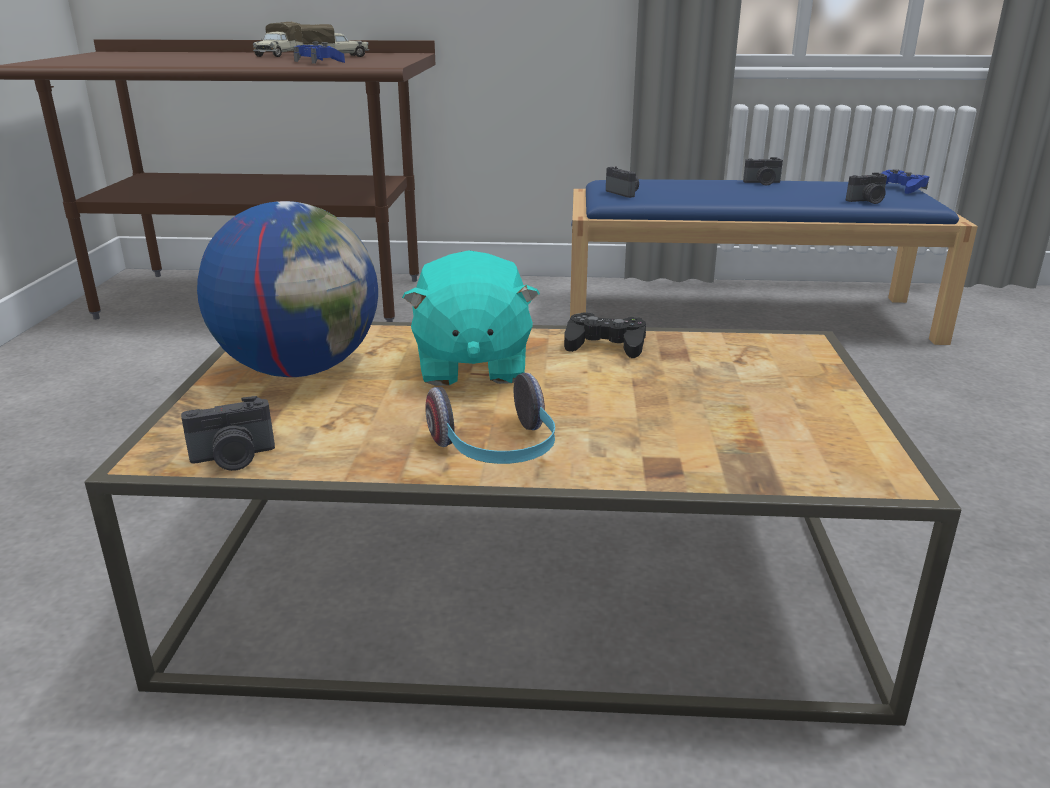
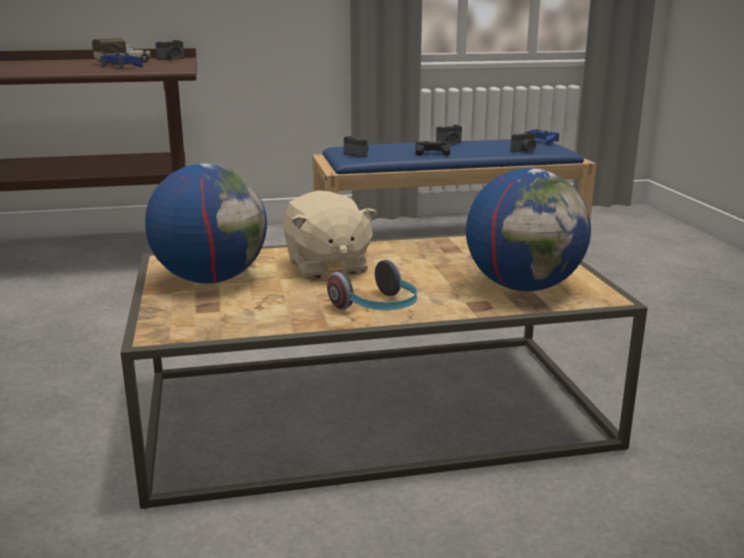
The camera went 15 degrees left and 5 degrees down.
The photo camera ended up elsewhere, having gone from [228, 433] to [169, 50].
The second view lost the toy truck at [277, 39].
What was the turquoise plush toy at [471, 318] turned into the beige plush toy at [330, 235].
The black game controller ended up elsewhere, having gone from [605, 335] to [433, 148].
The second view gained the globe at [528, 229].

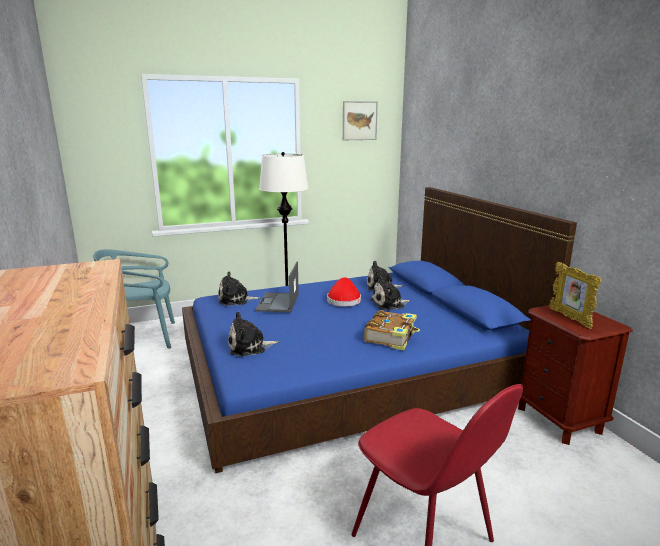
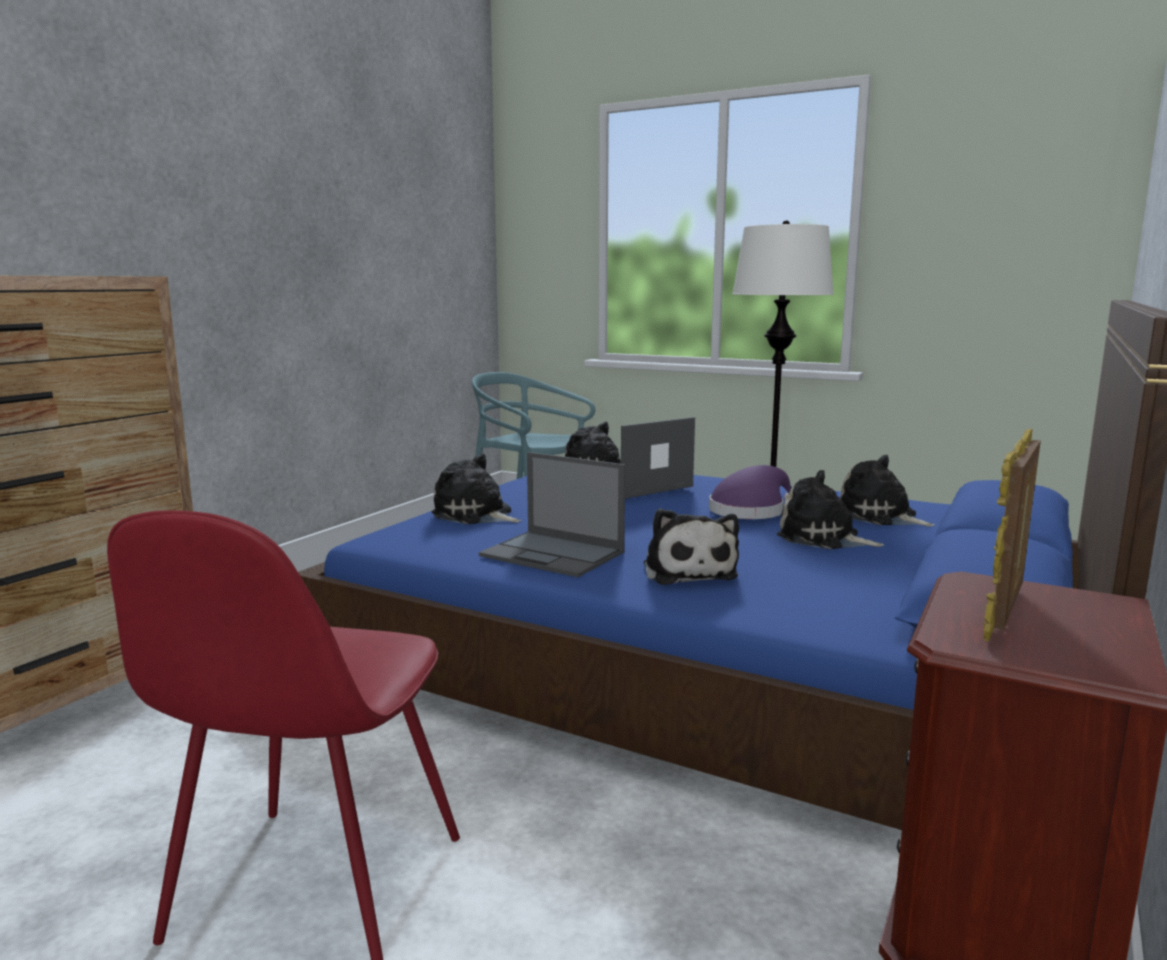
The camera went 50 degrees right and 5 degrees down.
What was the red hat at [344, 292] turned into the purple hat at [750, 492].
The second view lost the picture at [360, 120].
Where the book stood at [392, 330], the plush toy came to stand at [691, 546].
The second view gained the laptop at [552, 514].

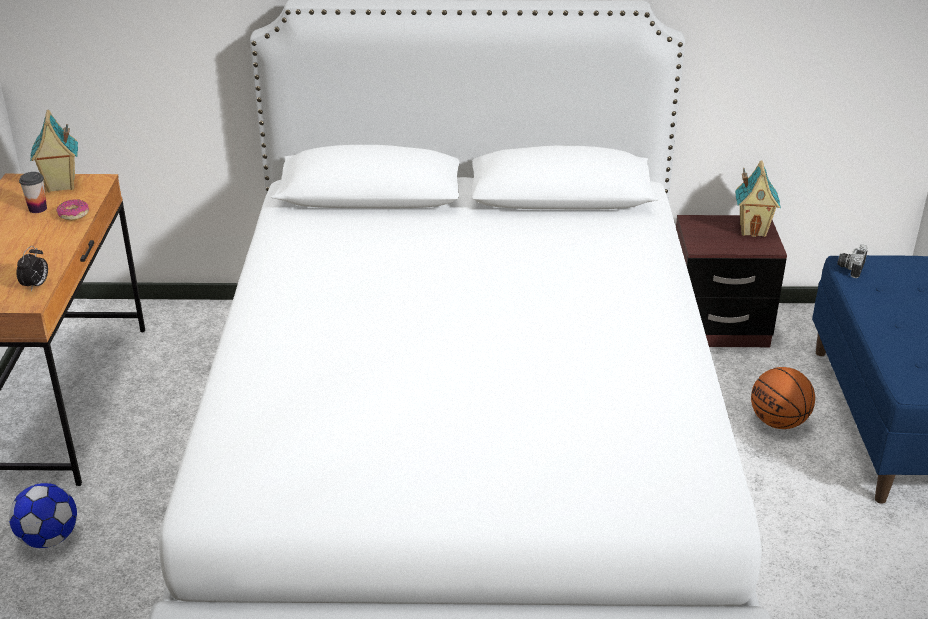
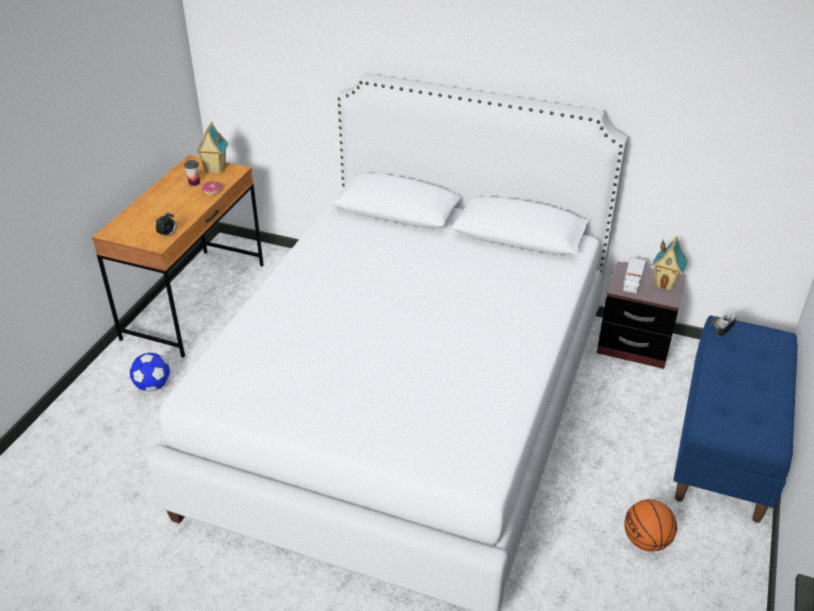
The camera went 20 degrees right and 5 degrees up.
The basketball ended up elsewhere, having gone from [783, 398] to [650, 525].
The second view gained the toy truck at [634, 275].

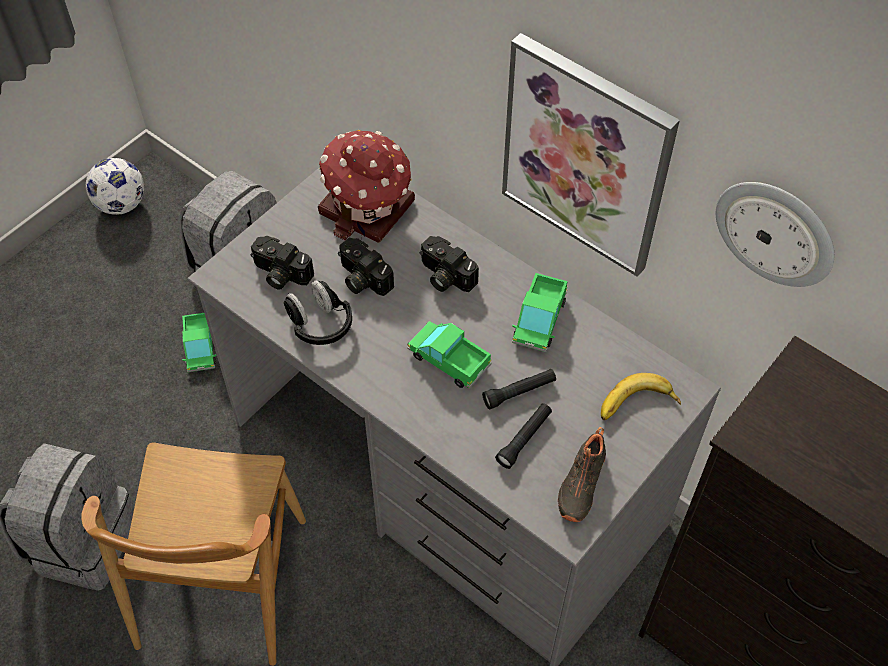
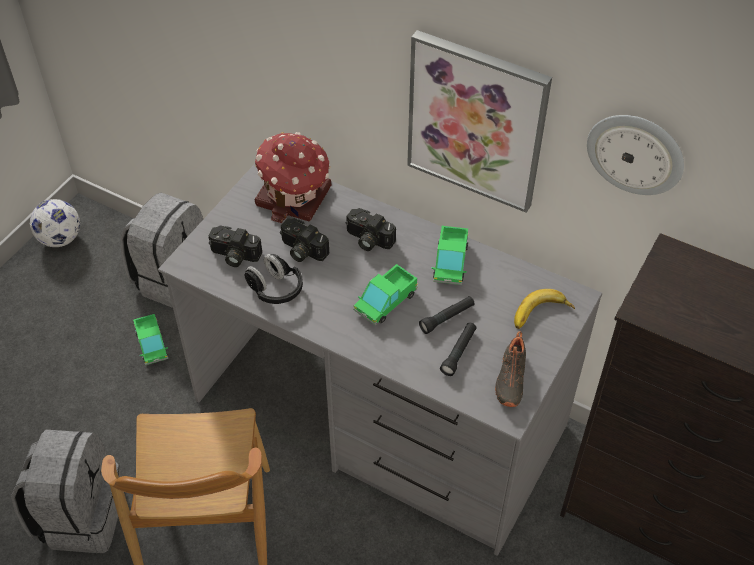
The camera went 10 degrees left and 5 degrees down.
The toy truck at [449, 355] ended up facing another way, 75 degrees counterclockwise from before.

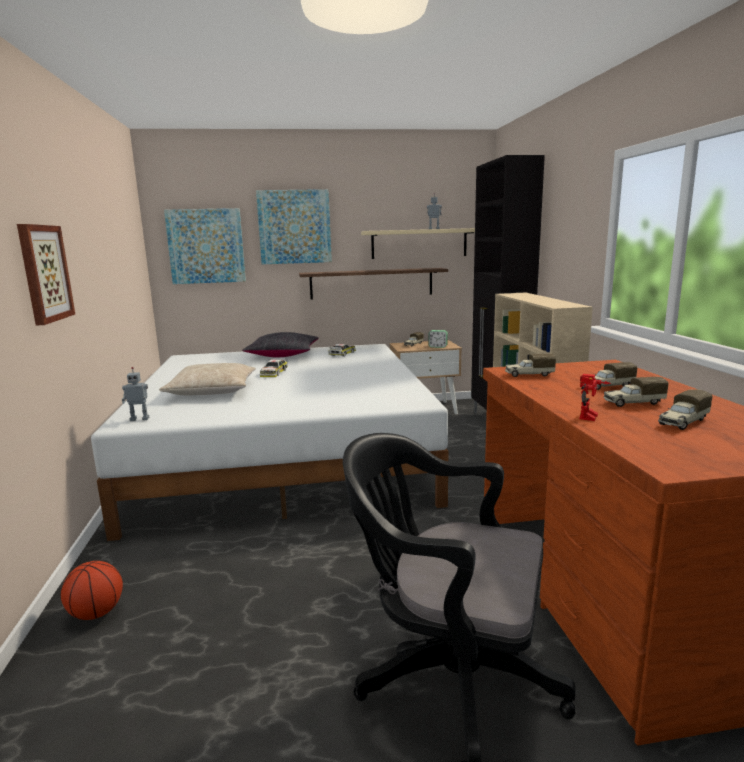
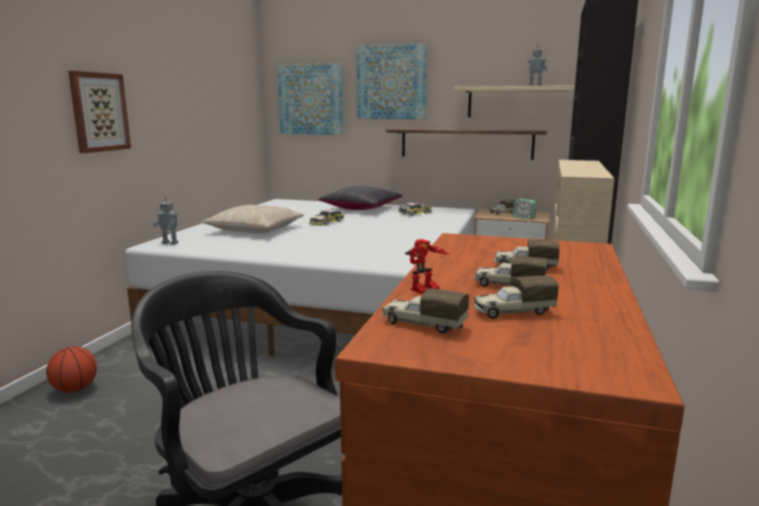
The camera went 25 degrees right and 0 degrees up.
The toy truck ended up elsewhere, having gone from [530, 365] to [425, 310].

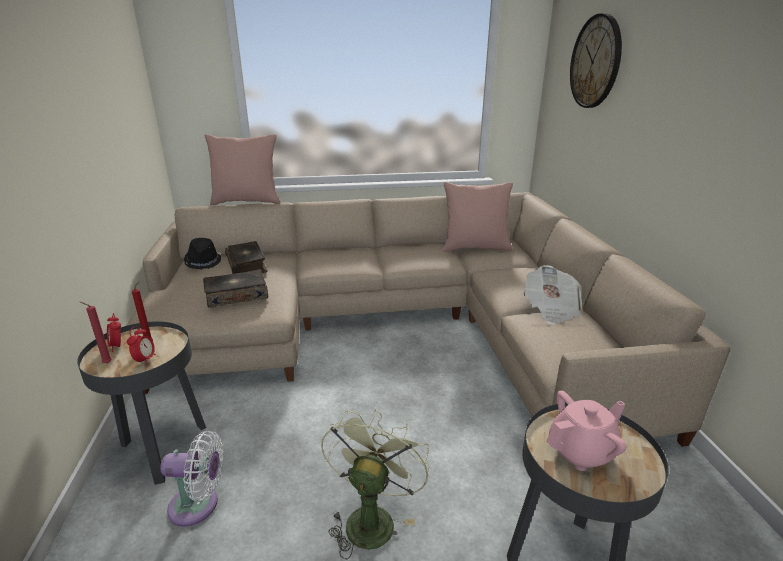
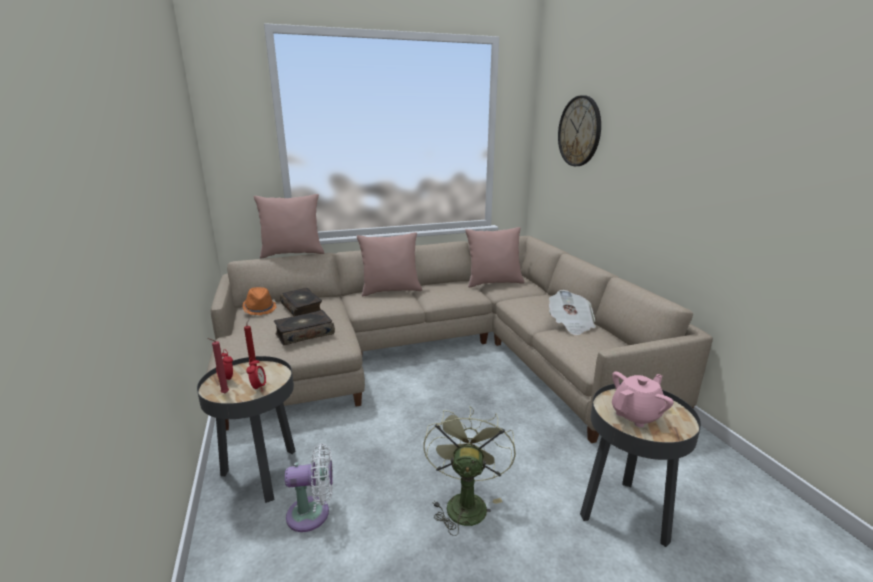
The camera went 10 degrees left and 5 degrees down.
What was the black hat at [202, 253] turned into the orange hat at [260, 301].
The second view gained the pink pillow at [389, 264].

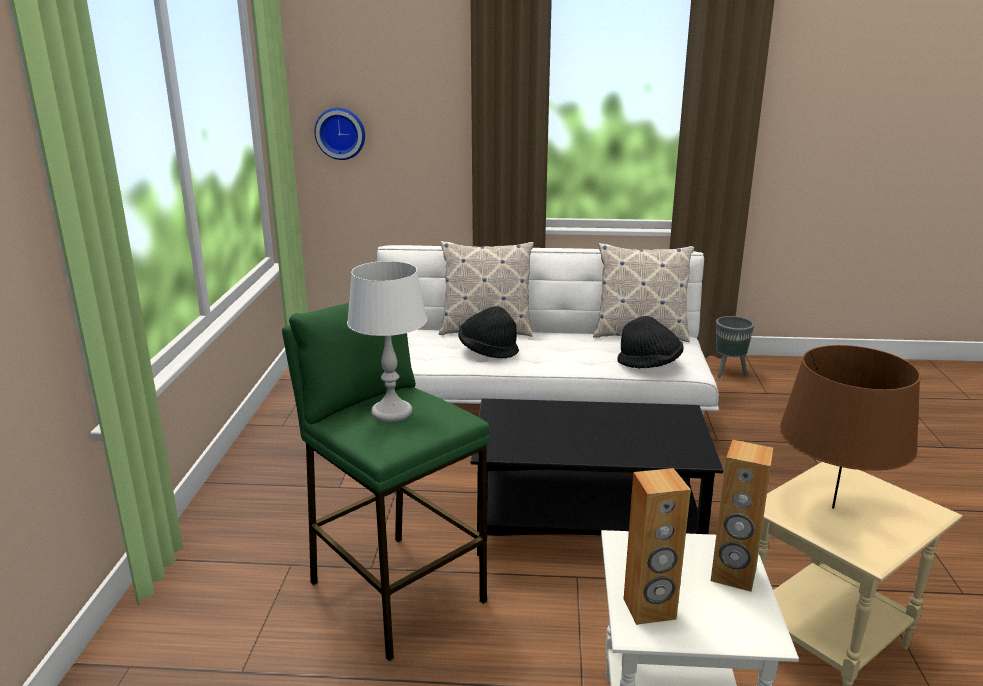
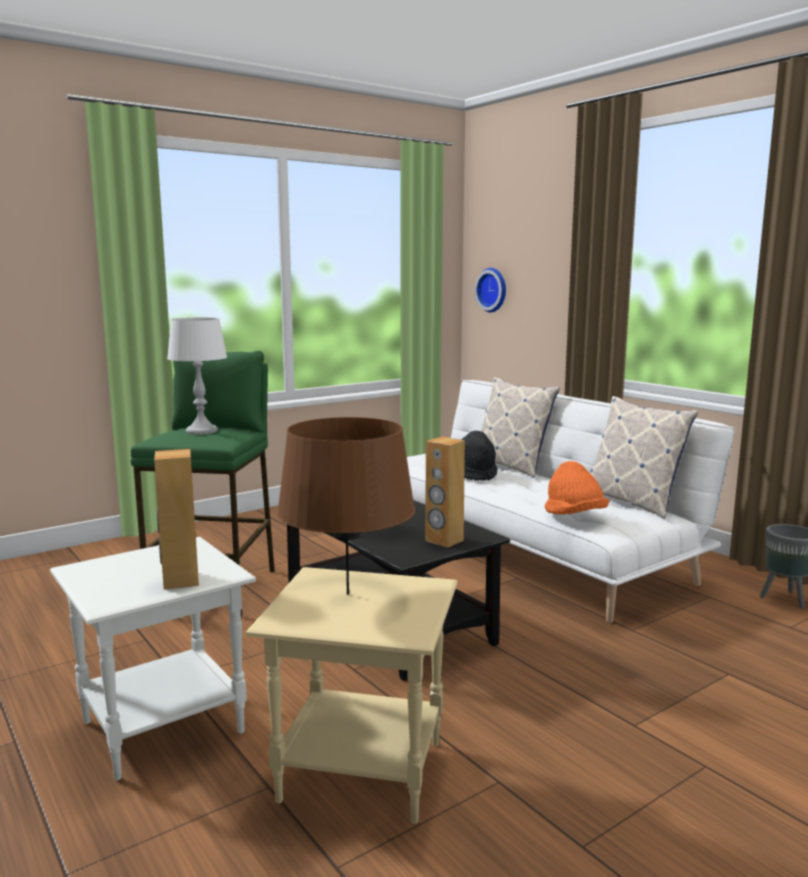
The camera went 50 degrees right and 10 degrees down.
What was the black hat at [650, 342] turned into the orange hat at [577, 488].
The brown speaker ended up elsewhere, having gone from [657, 546] to [445, 492].

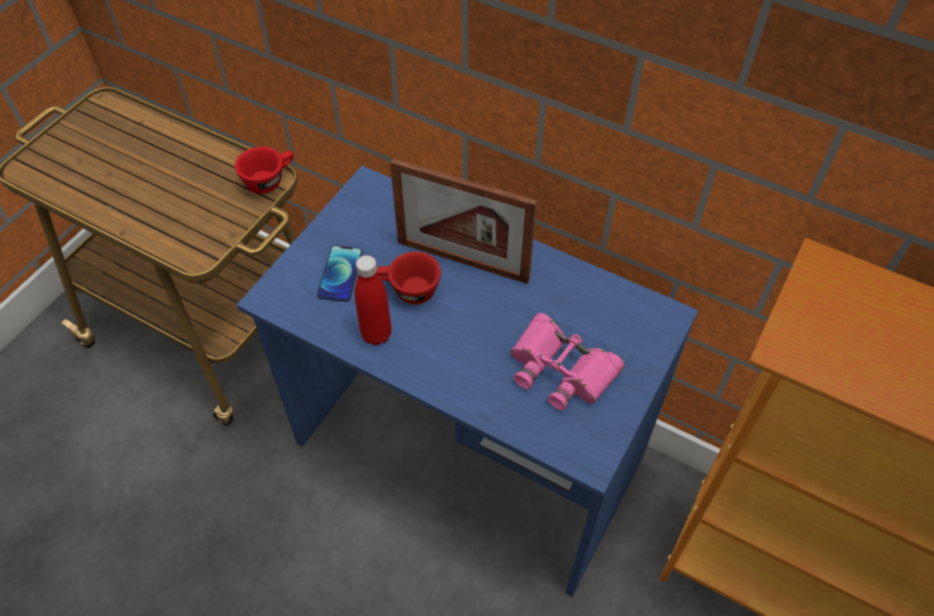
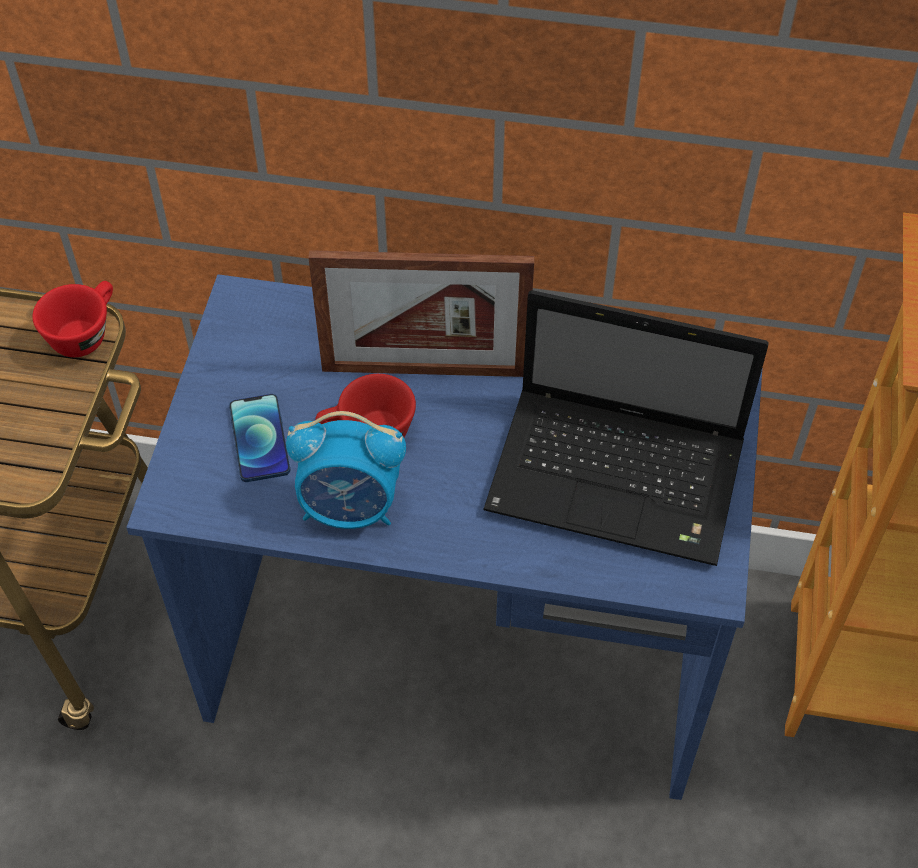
The camera went 20 degrees left and 0 degrees up.
Where the red bottle stood at [373, 300], the alarm clock came to stand at [346, 470].
Where the pink binoculars stood at [567, 361], the laptop came to stand at [626, 428].

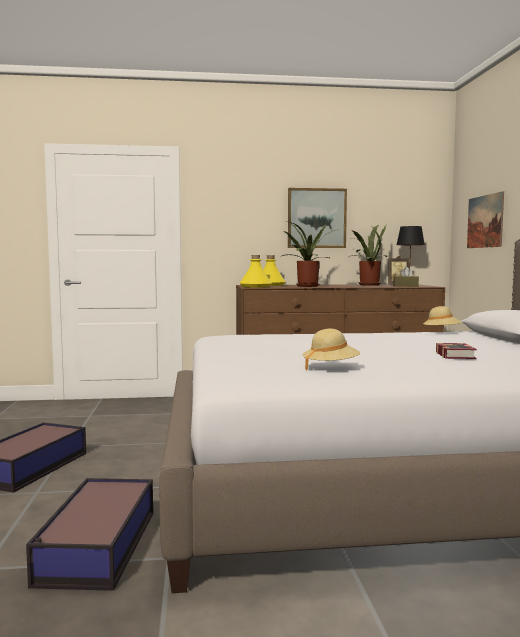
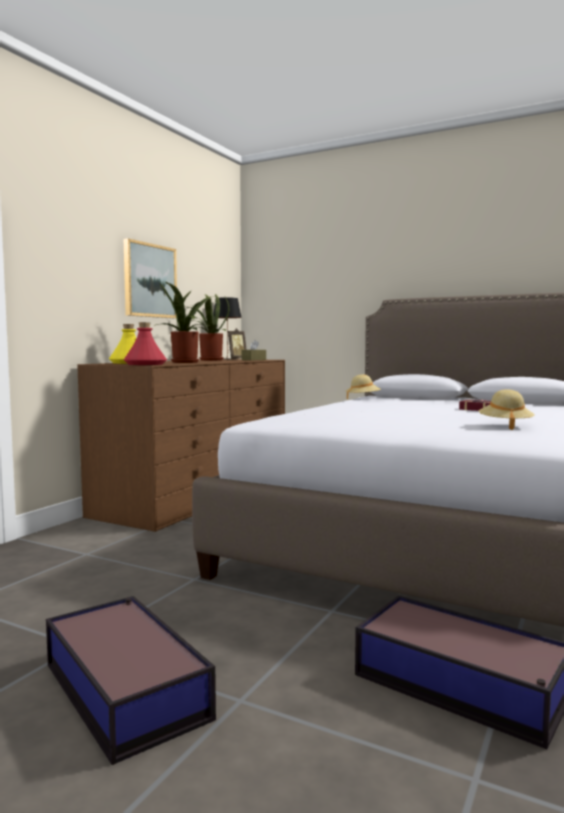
The camera went 55 degrees left and 0 degrees up.
What was the yellow bottle at [256, 271] turned into the red bottle at [145, 343].
The second view lost the picture at [485, 219].

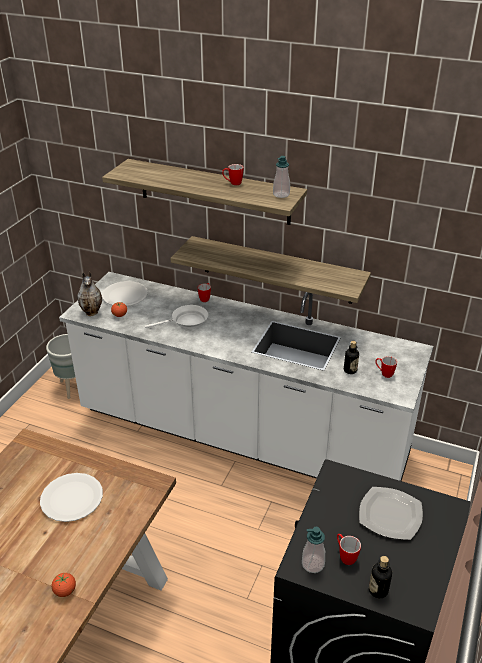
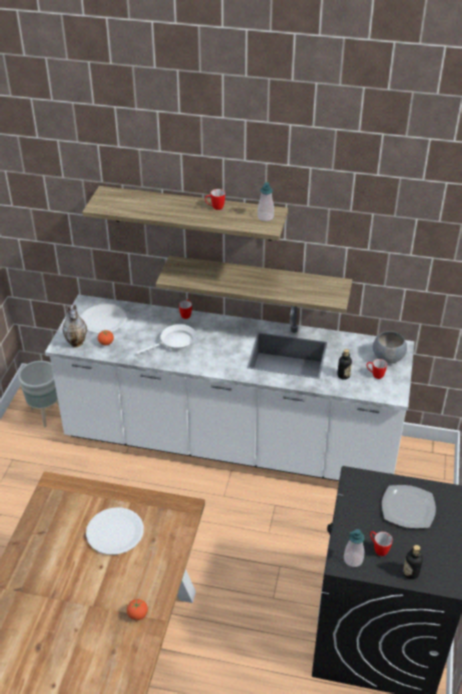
The camera went 10 degrees left and 5 degrees up.
The second view gained the grey bowl at [390, 347].

